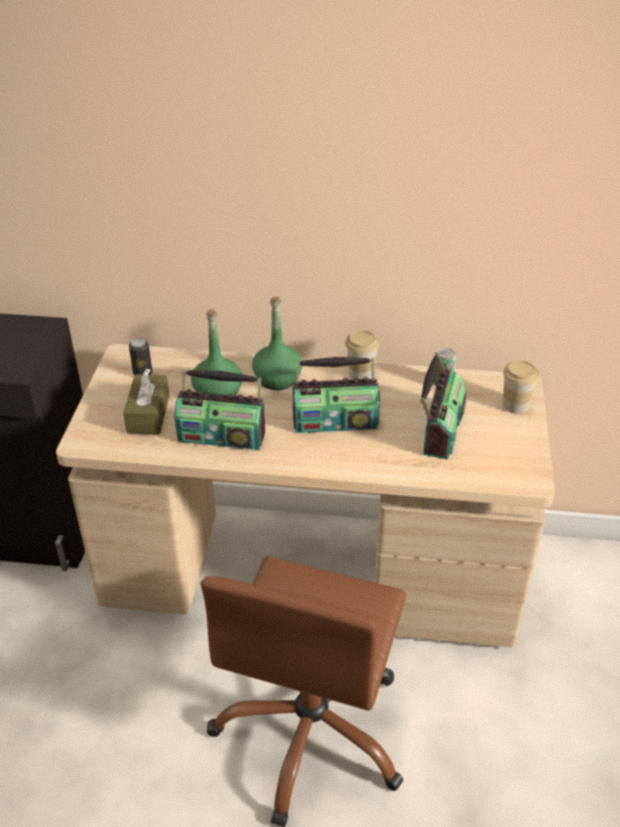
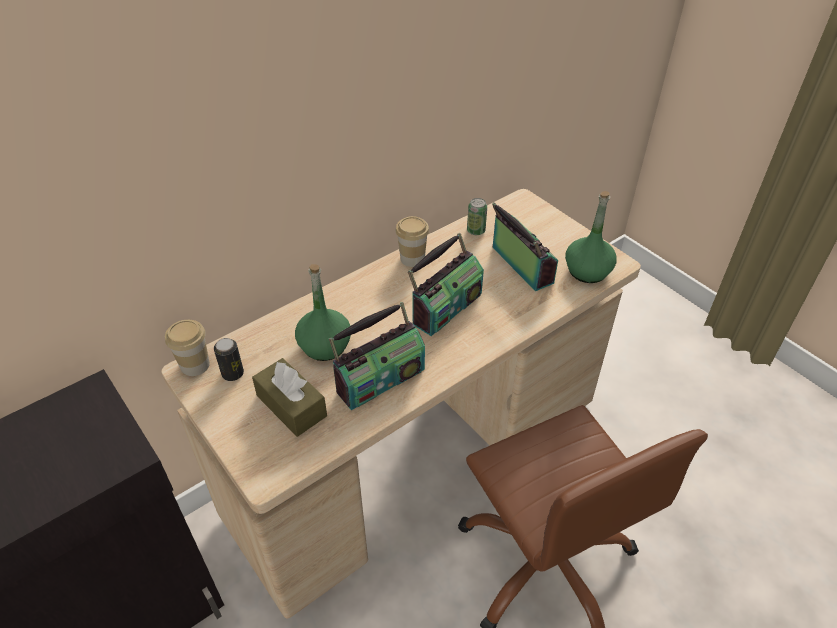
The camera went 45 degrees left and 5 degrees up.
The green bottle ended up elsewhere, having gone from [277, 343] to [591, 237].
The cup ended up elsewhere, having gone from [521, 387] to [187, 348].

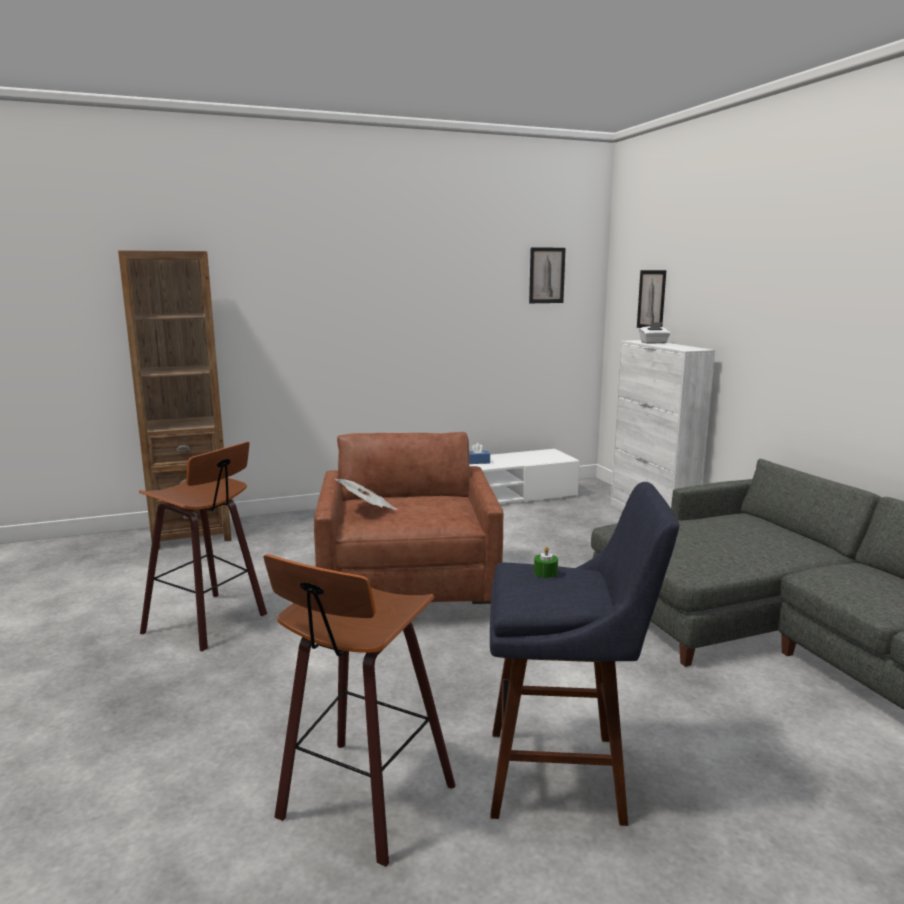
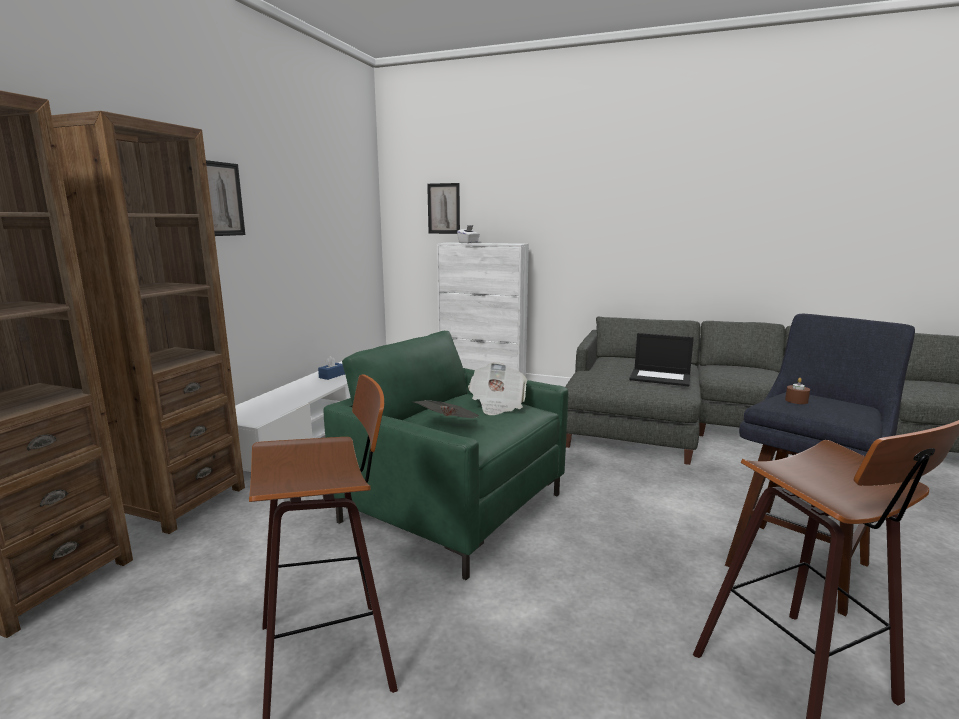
The camera went 50 degrees left and 0 degrees up.
What was the brown armchair at [409, 518] turned into the green armchair at [445, 455].
The picture ended up elsewhere, having gone from [547, 275] to [225, 198].
What was the green candle at [546, 562] turned into the brown candle at [797, 391].
The second view gained the brown bookcase at [148, 322].
The second view gained the newspaper at [497, 388].
The second view gained the laptop at [661, 359].

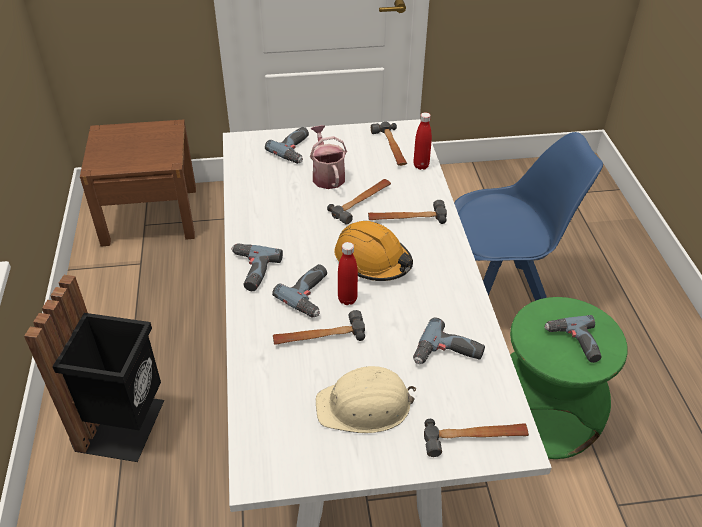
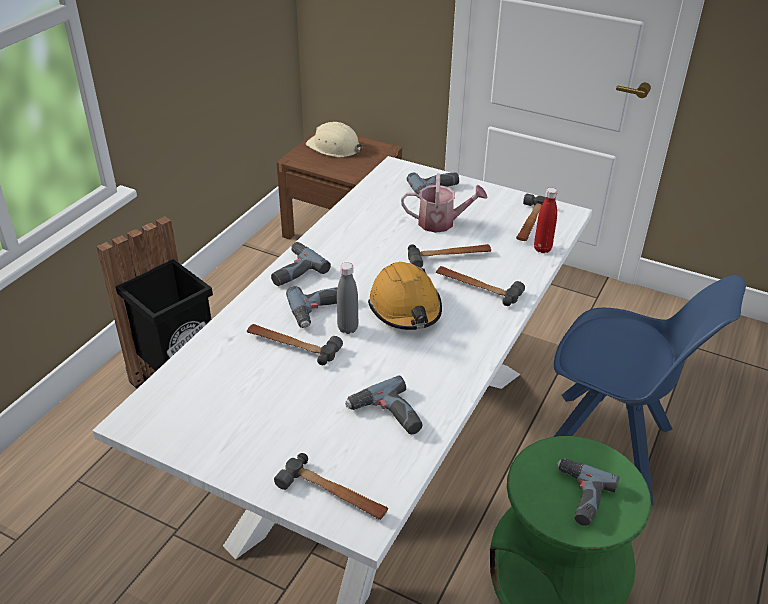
The camera went 35 degrees right and 5 degrees down.
The watering can at [328, 157] ended up facing another way, 75 degrees clockwise from before.
The beige hard hat ended up elsewhere, having gone from [366, 399] to [334, 139].
What was the red bottle at [348, 273] turned into the grey bottle at [347, 298].

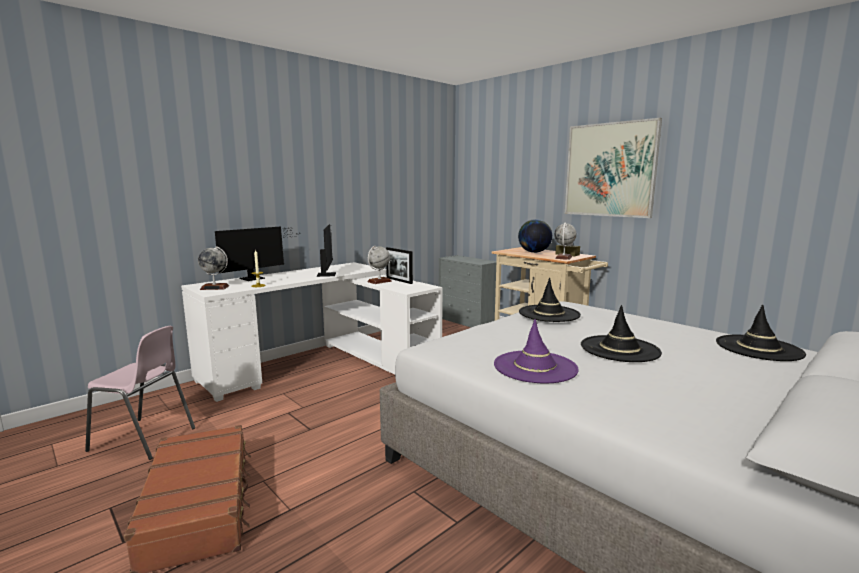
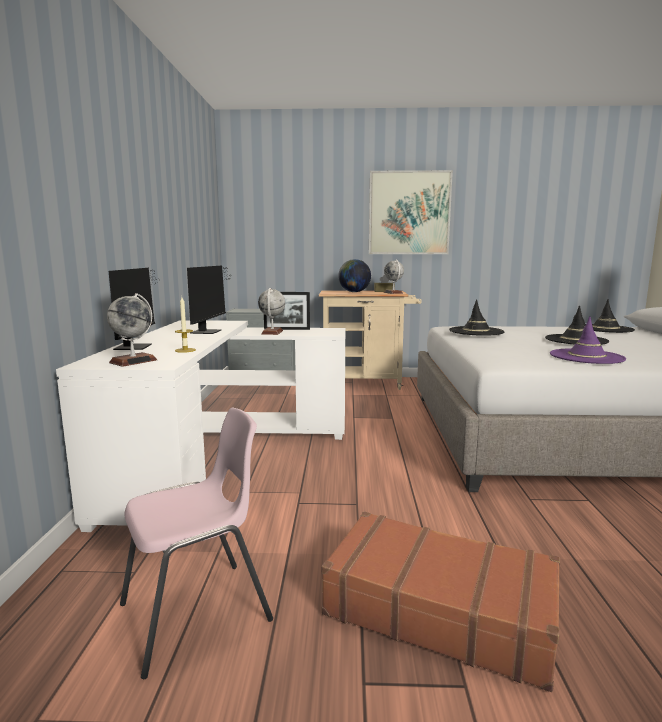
The camera went 45 degrees left and 0 degrees up.
The monitor at [326, 250] ended up facing another way, 60 degrees clockwise from before.

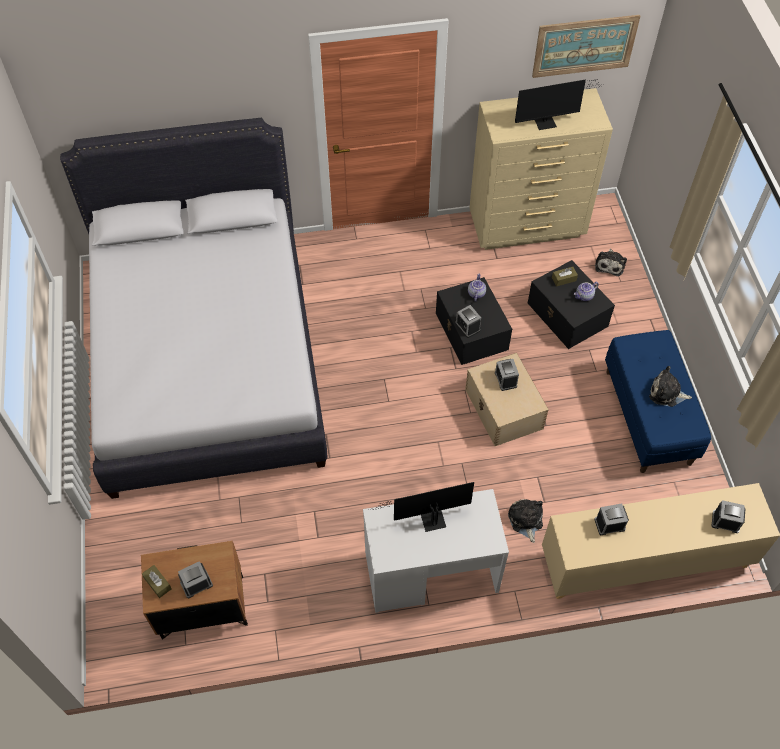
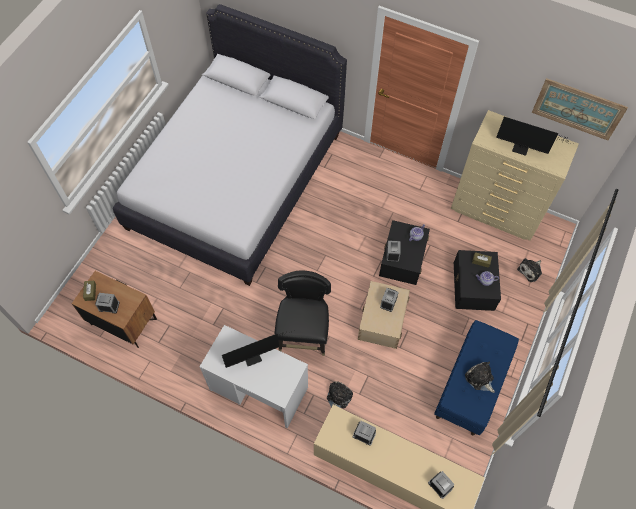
The camera went 35 degrees right and 5 degrees up.
The monitor at [421, 507] ended up facing another way, 135 degrees clockwise from before.
The second view gained the black chair at [302, 313].

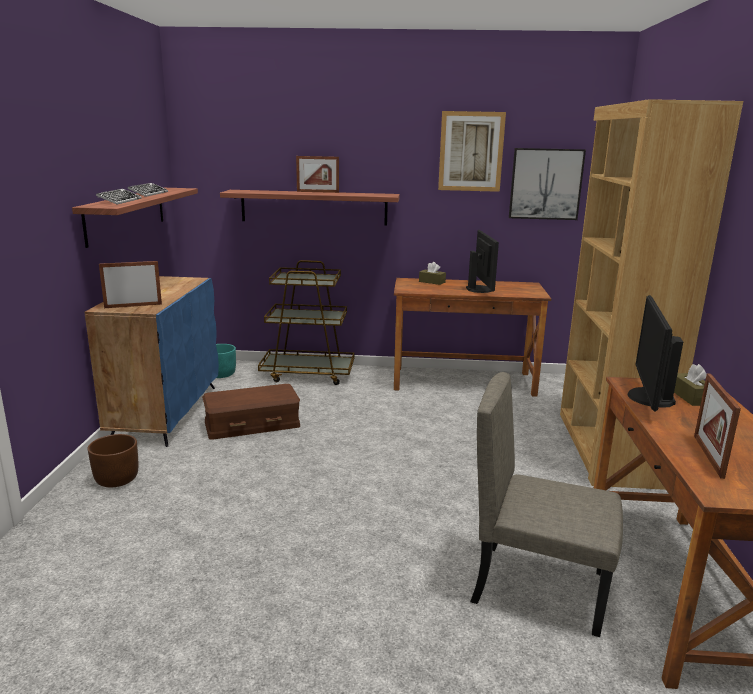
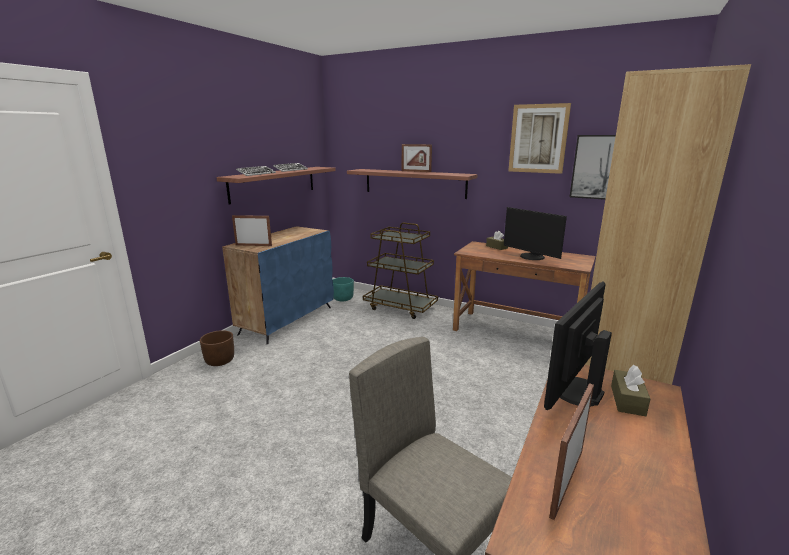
The camera went 25 degrees right and 0 degrees up.
The second view lost the brown storage box at [251, 412].
The monitor at [482, 261] ended up facing another way, 120 degrees clockwise from before.

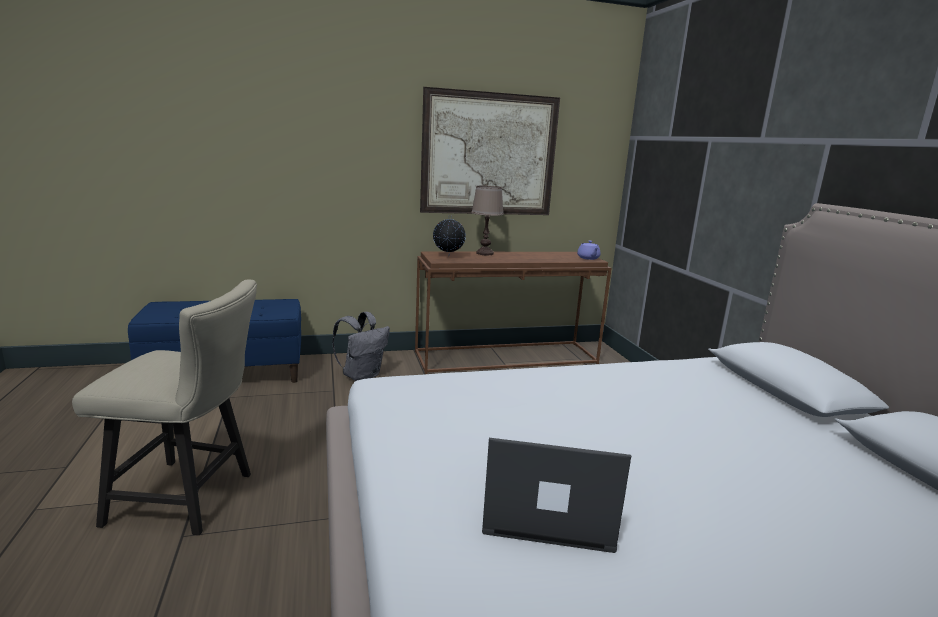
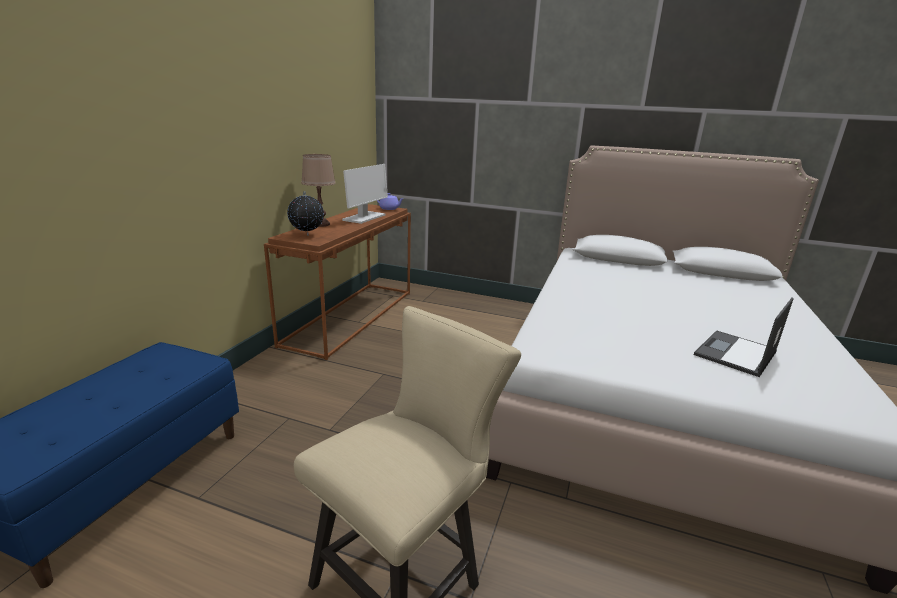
The camera went 55 degrees left and 5 degrees up.
The second view lost the grey backpack at [361, 346].
The second view lost the picture at [490, 151].
The second view gained the monitor at [365, 194].

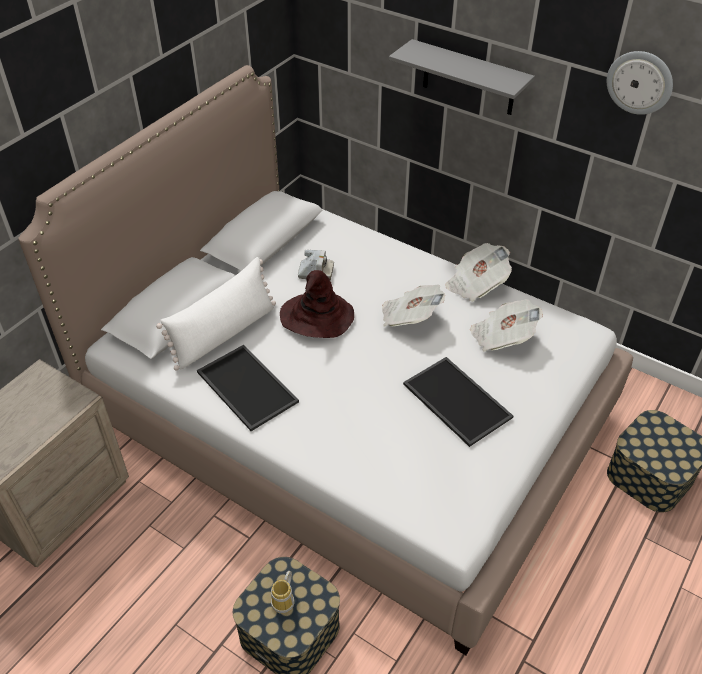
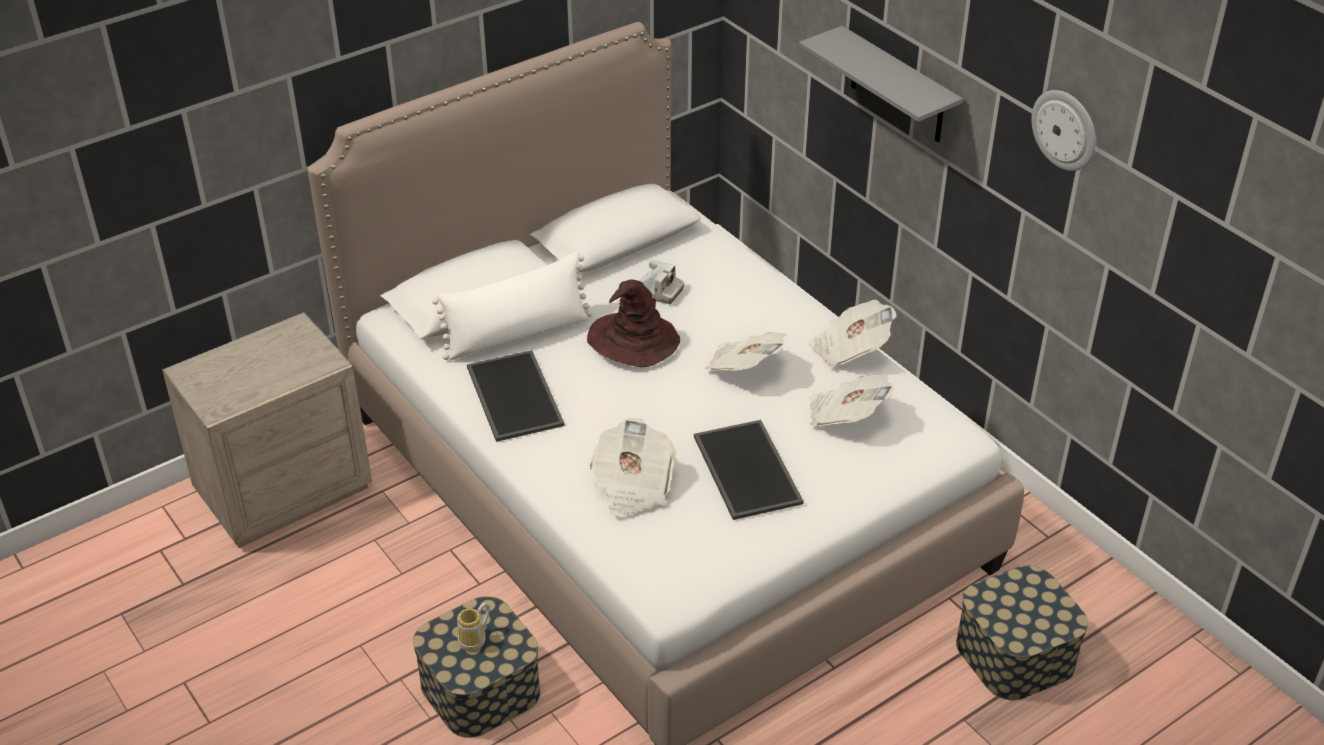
The camera went 20 degrees right and 5 degrees down.
The second view gained the newspaper at [633, 467].

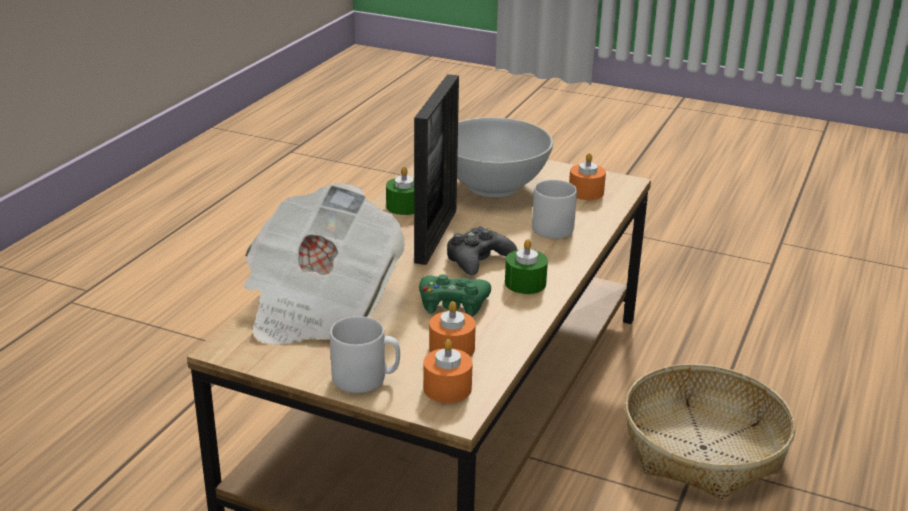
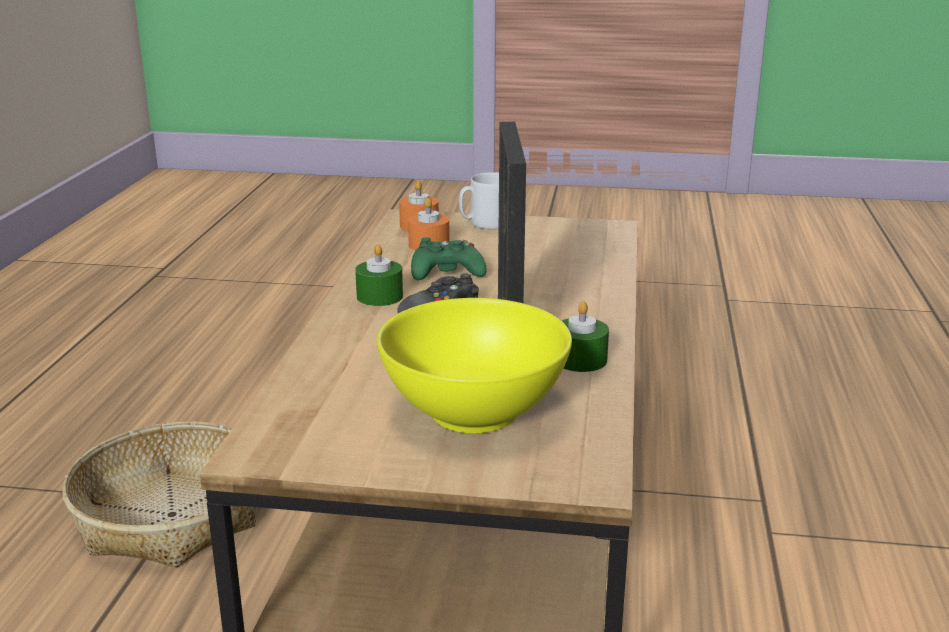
The camera went 165 degrees right and 5 degrees down.
The second view lost the newspaper at [324, 264].
What was the white bowl at [505, 157] turned into the yellow bowl at [474, 365].
The second view lost the grey mug at [554, 209].
The second view lost the orange candle at [587, 176].

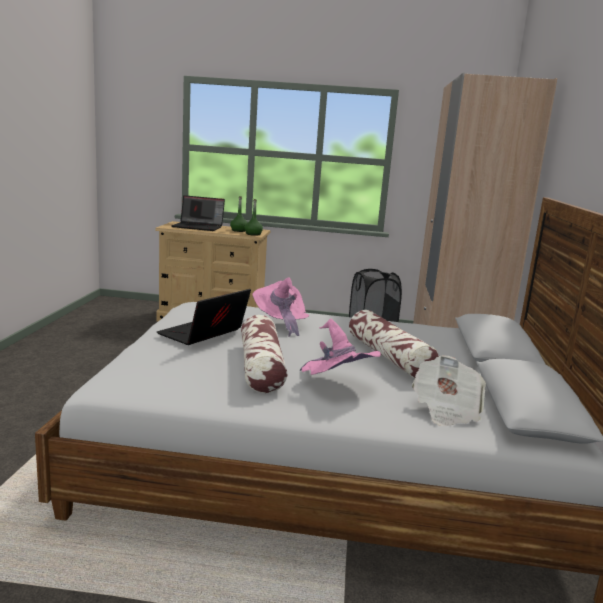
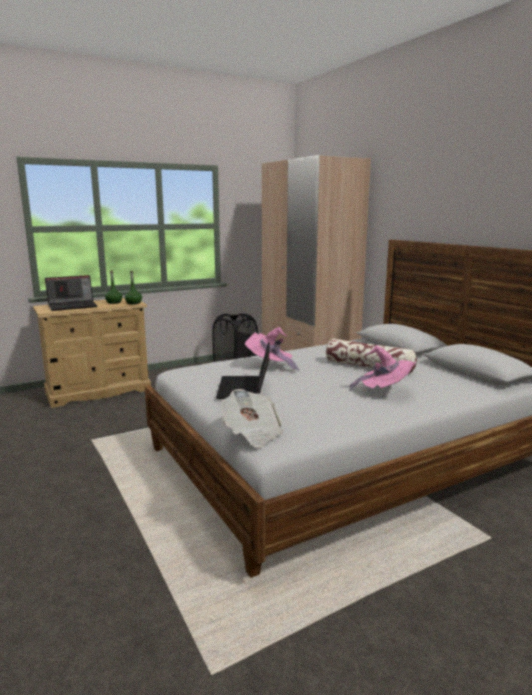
The camera went 35 degrees left and 0 degrees up.
The second view lost the pillow at [264, 354].
The newspaper ended up elsewhere, having gone from [449, 390] to [252, 418].

